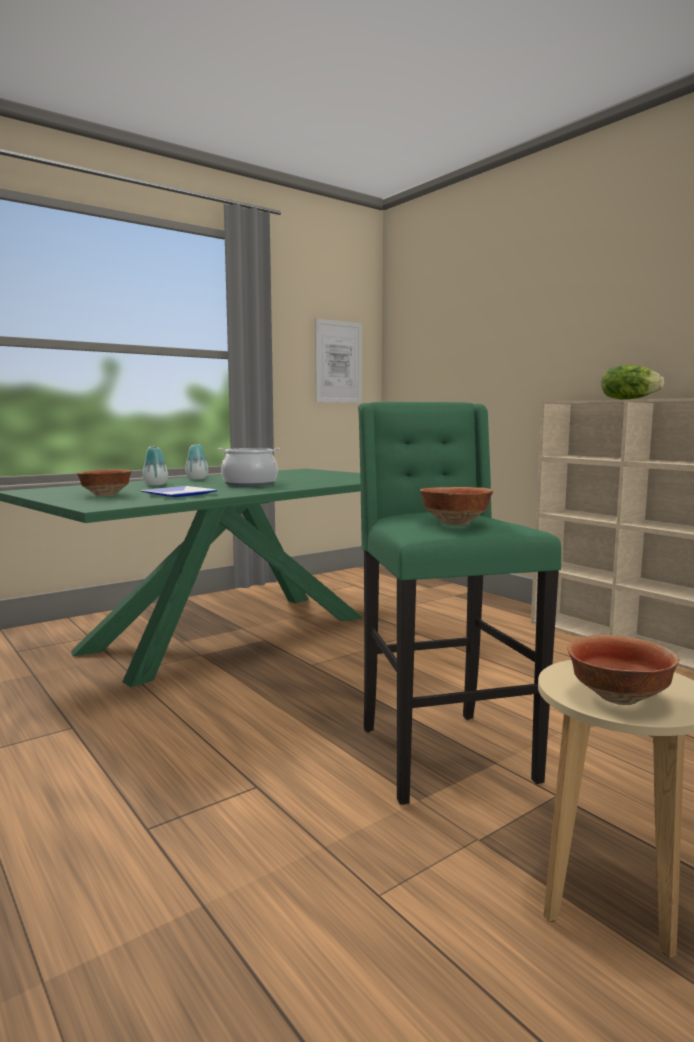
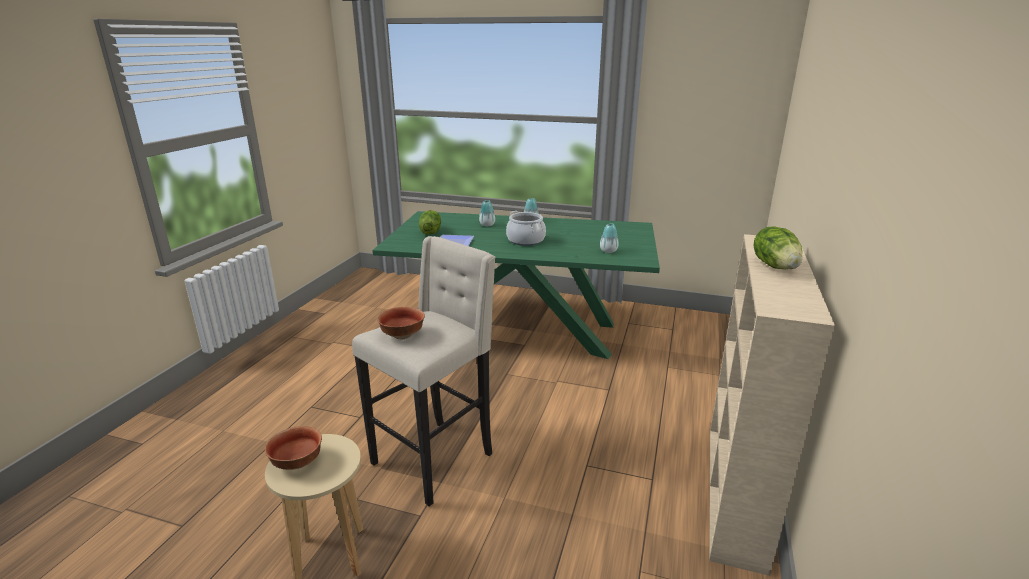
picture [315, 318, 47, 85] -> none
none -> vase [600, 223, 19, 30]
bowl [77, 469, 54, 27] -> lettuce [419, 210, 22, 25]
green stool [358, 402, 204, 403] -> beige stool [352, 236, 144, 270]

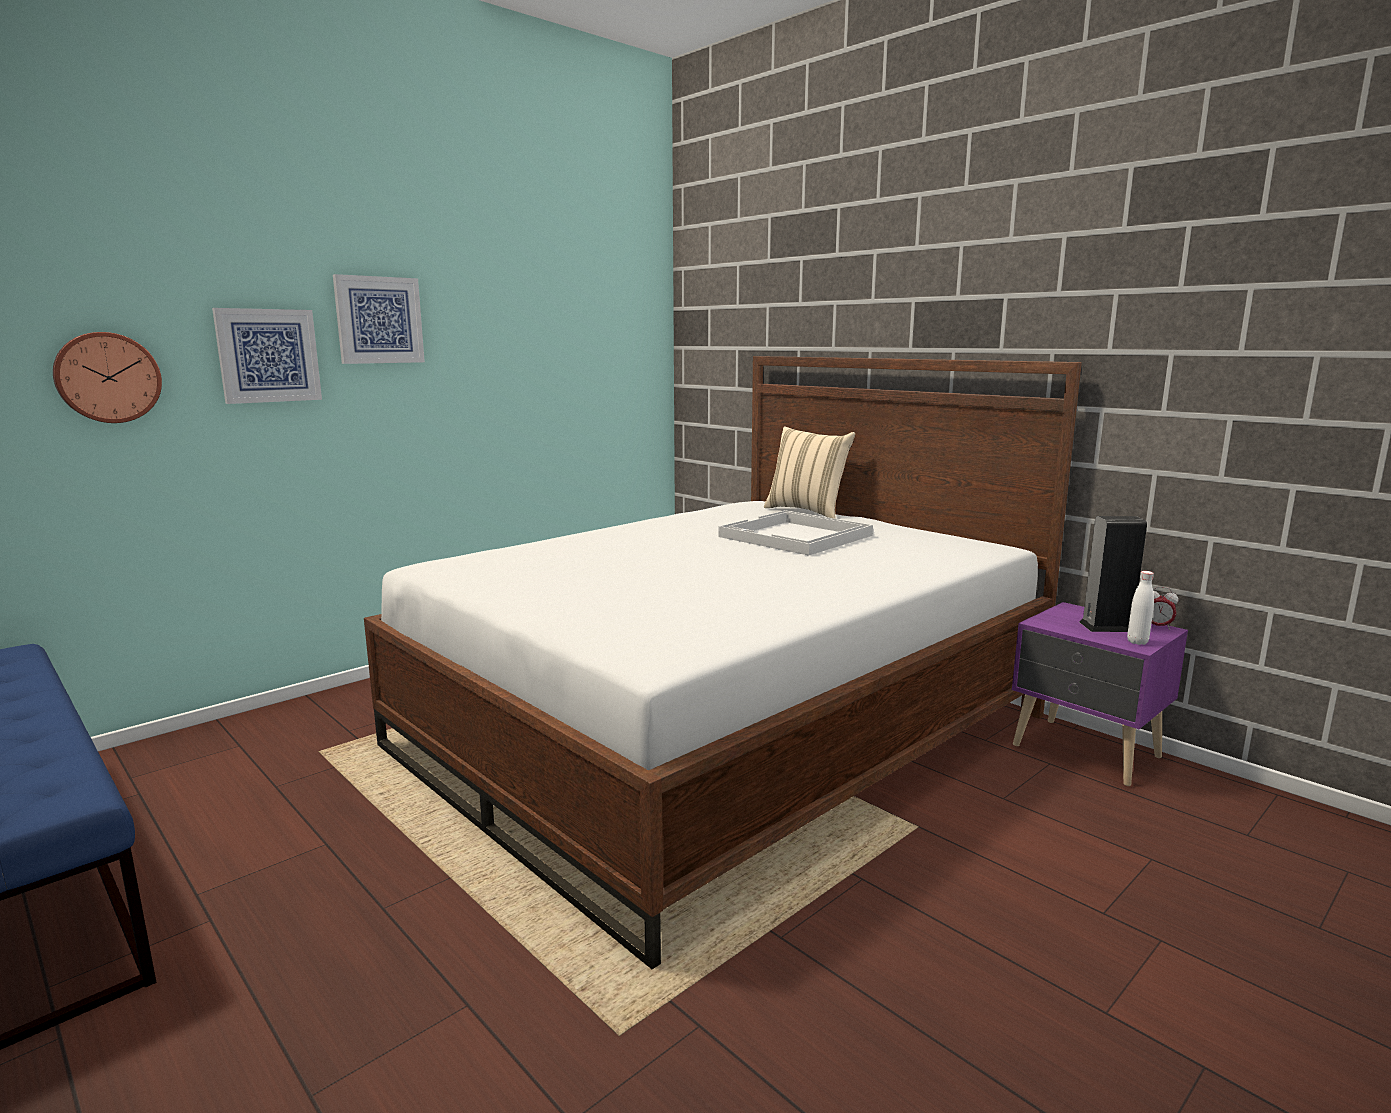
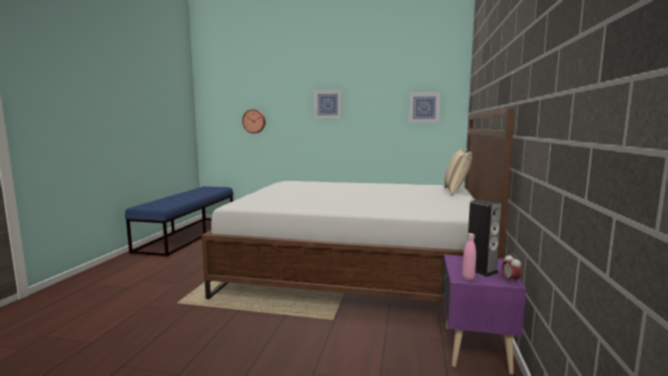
white tray [718, 510, 155, 46] -> none
picture [212, 308, 110, 96] -> picture [409, 92, 31, 31], relocated
white bottle [1127, 571, 27, 74] -> pink bottle [462, 233, 14, 47]

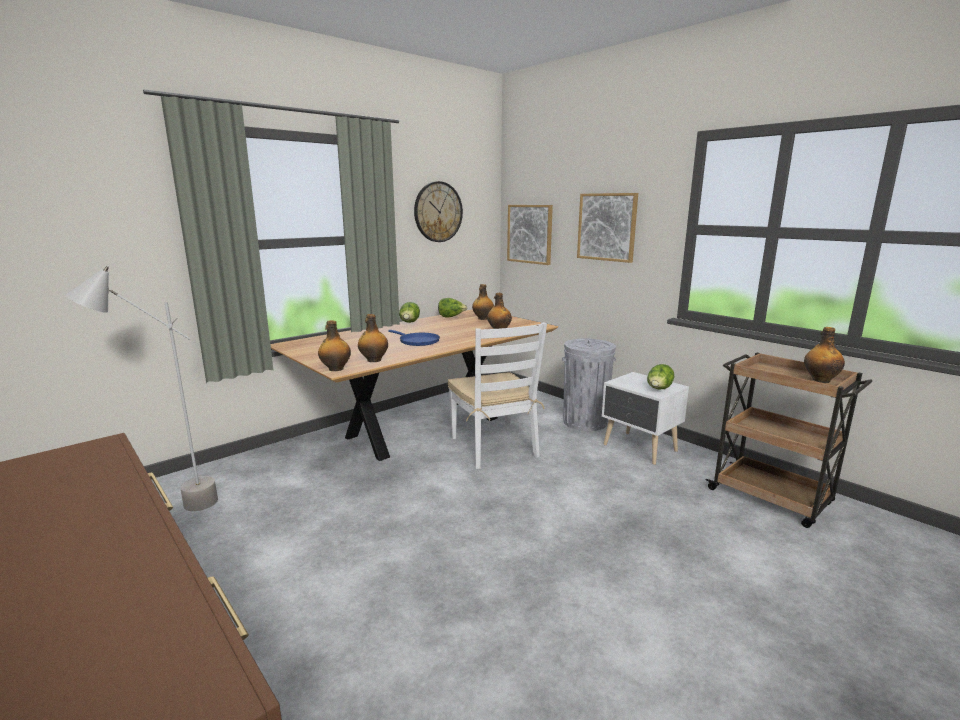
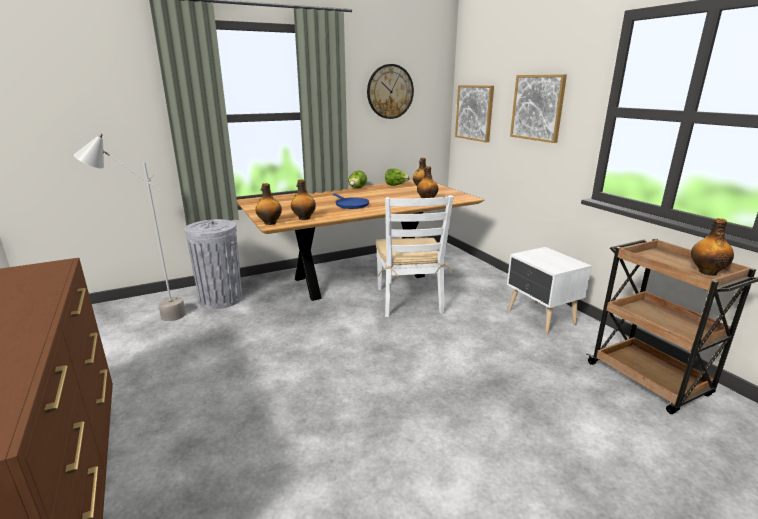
lettuce [647, 364, 27, 25] -> none
grey trash can [562, 339, 54, 92] -> grey trash can [184, 219, 58, 90], relocated

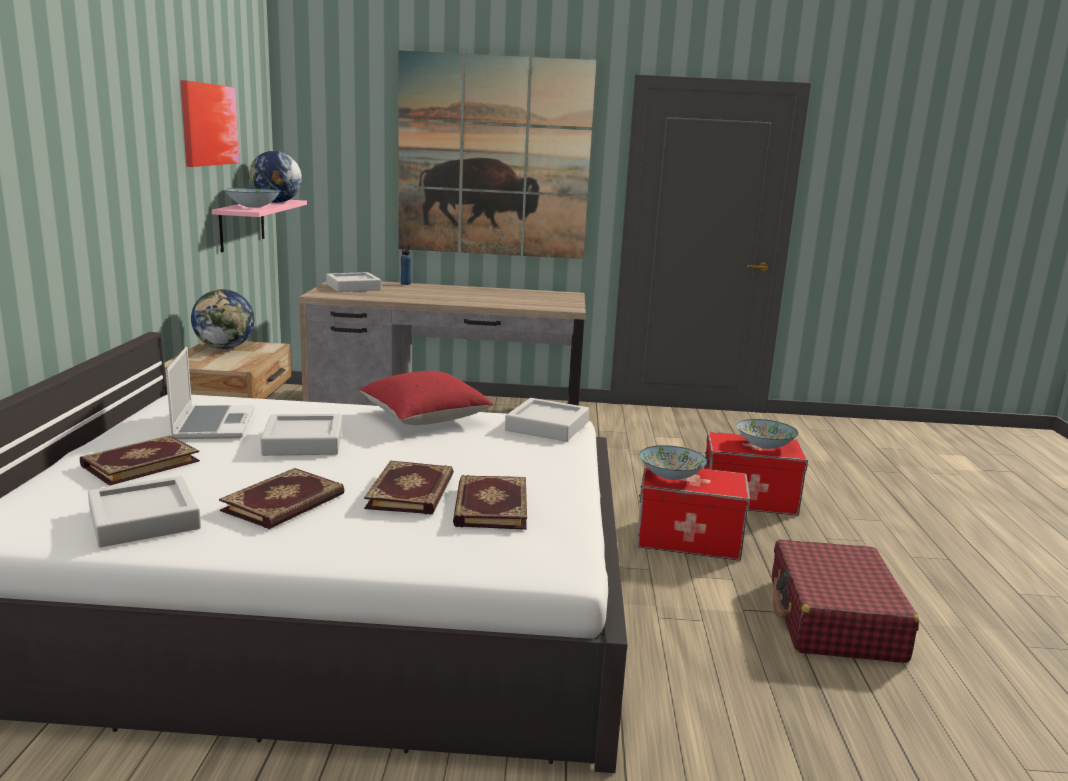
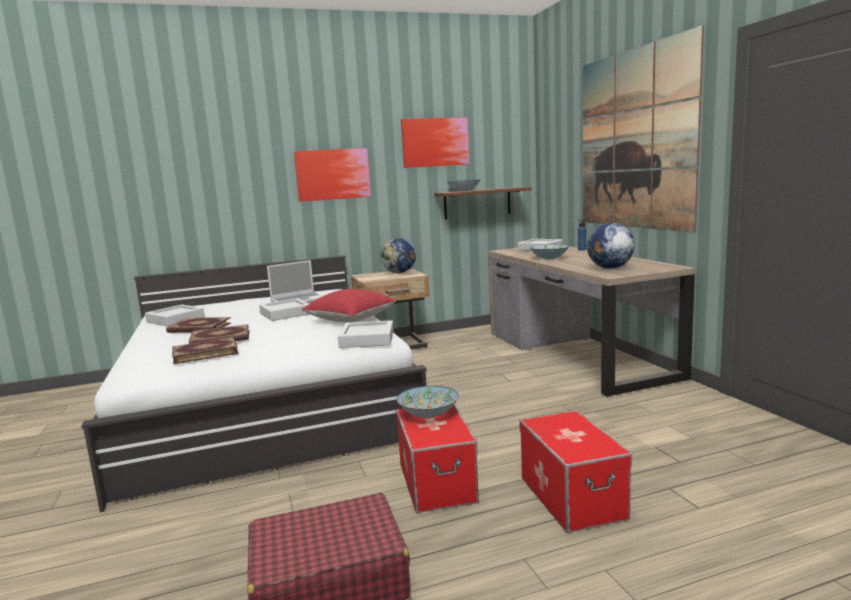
book [80, 435, 120, 51] -> none
none -> picture [294, 148, 77, 54]
globe [249, 151, 53, 52] -> globe [587, 223, 48, 45], relocated
bowl [737, 419, 61, 30] -> bowl [529, 244, 40, 15], relocated
pink shelf [212, 200, 95, 52] -> brown shelf [434, 187, 98, 32]

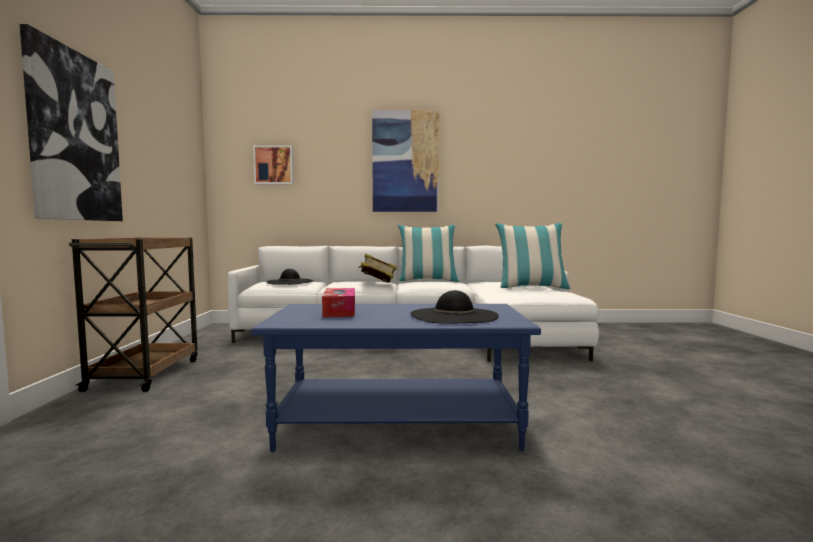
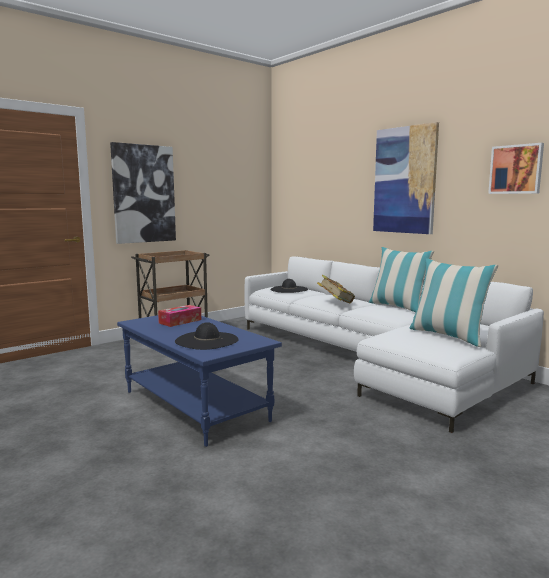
picture [253, 145, 41, 40] -> picture [488, 143, 56, 51], relocated

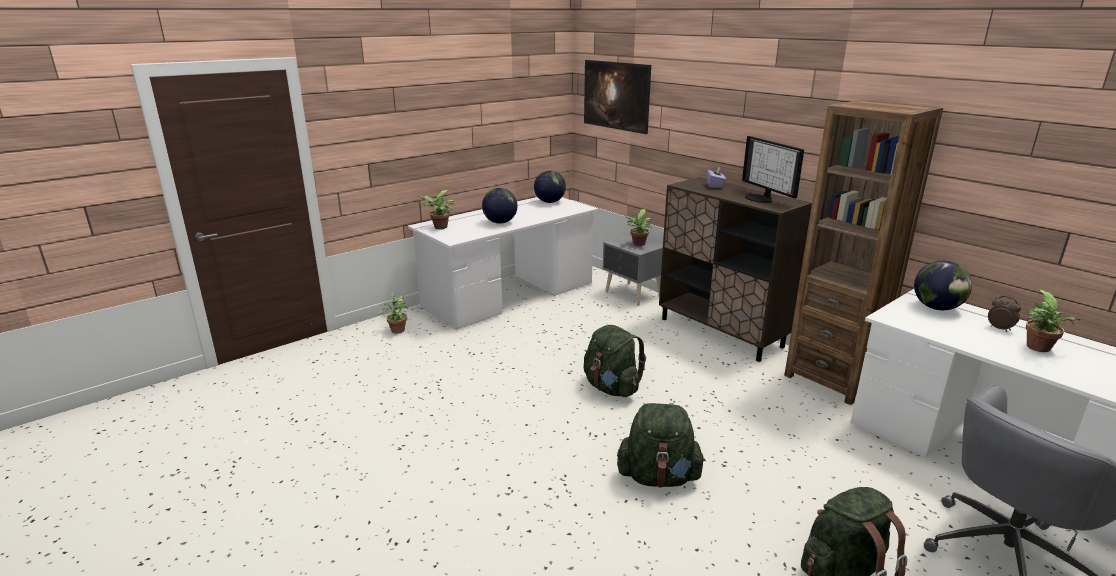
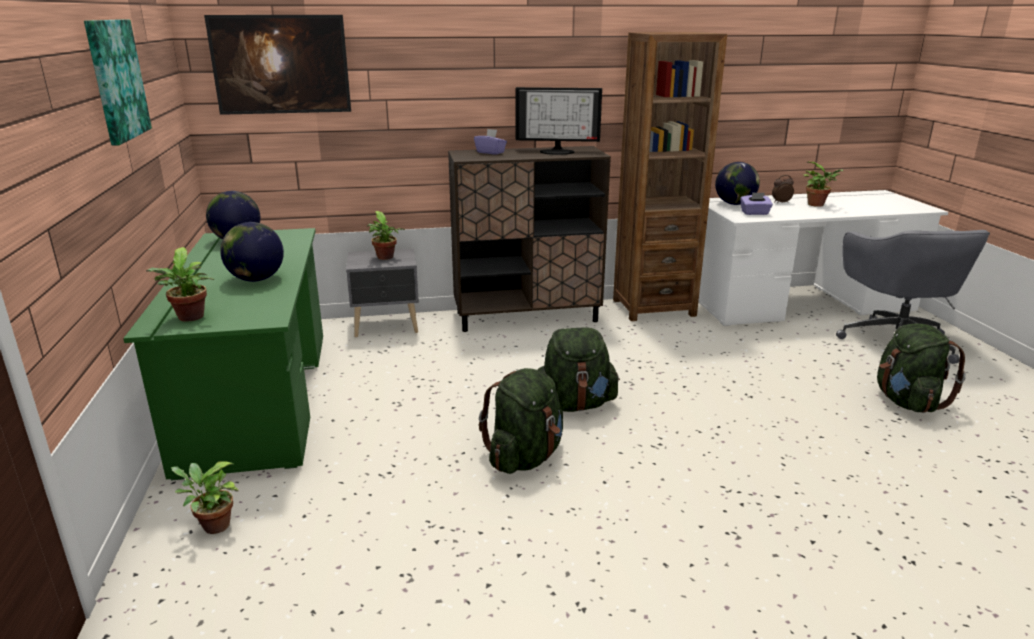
none -> picture [84, 19, 68, 127]
none -> purple tissue box [740, 192, 33, 23]
green backpack [617, 403, 89, 85] -> green backpack [479, 368, 84, 106], relocated
white desk [408, 197, 190, 133] -> green desk [123, 228, 200, 253]

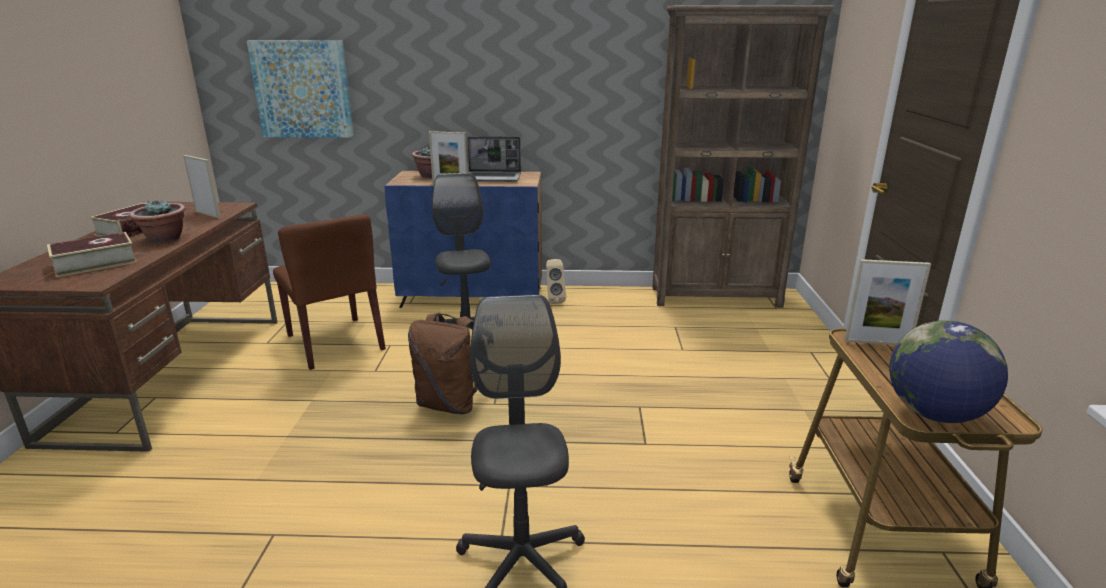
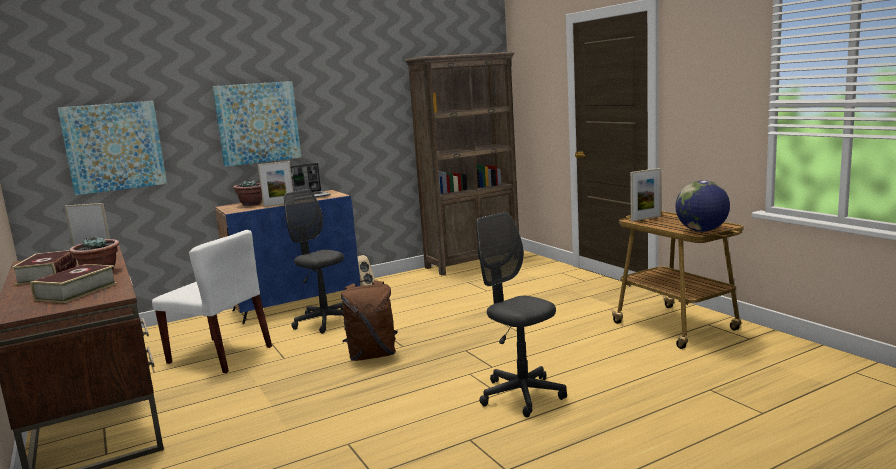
none -> picture [212, 81, 89, 86]
brown chair [273, 214, 113, 156] -> white chair [152, 230, 120, 143]

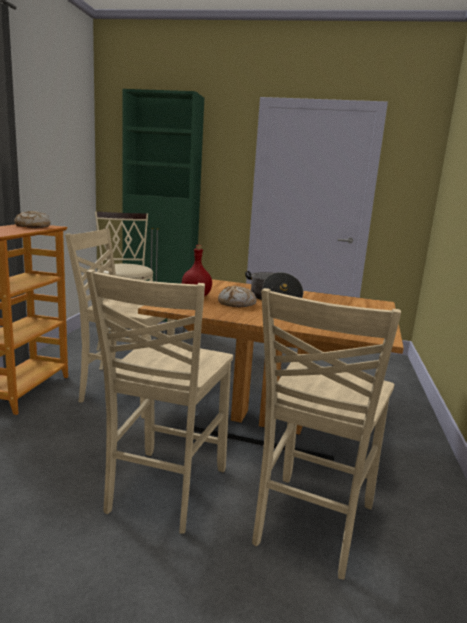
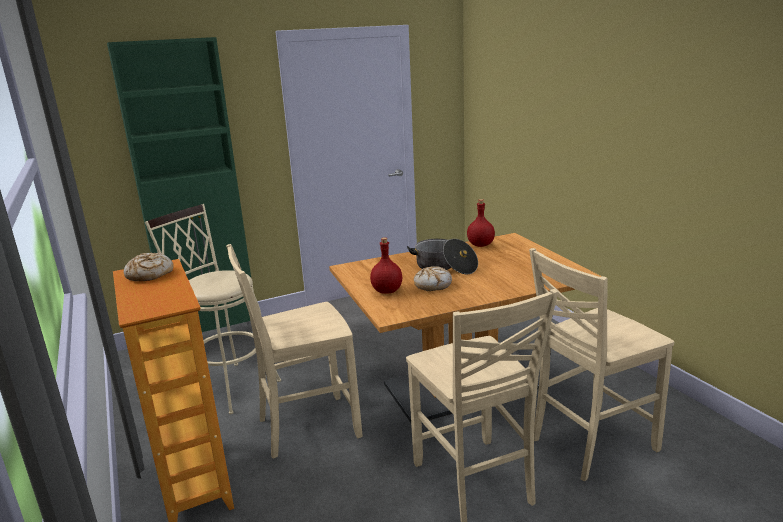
none -> red bottle [467, 199, 28, 48]
beige chair [252, 288, 149, 292] -> beige chair [529, 248, 145, 233], 75 degrees clockwise

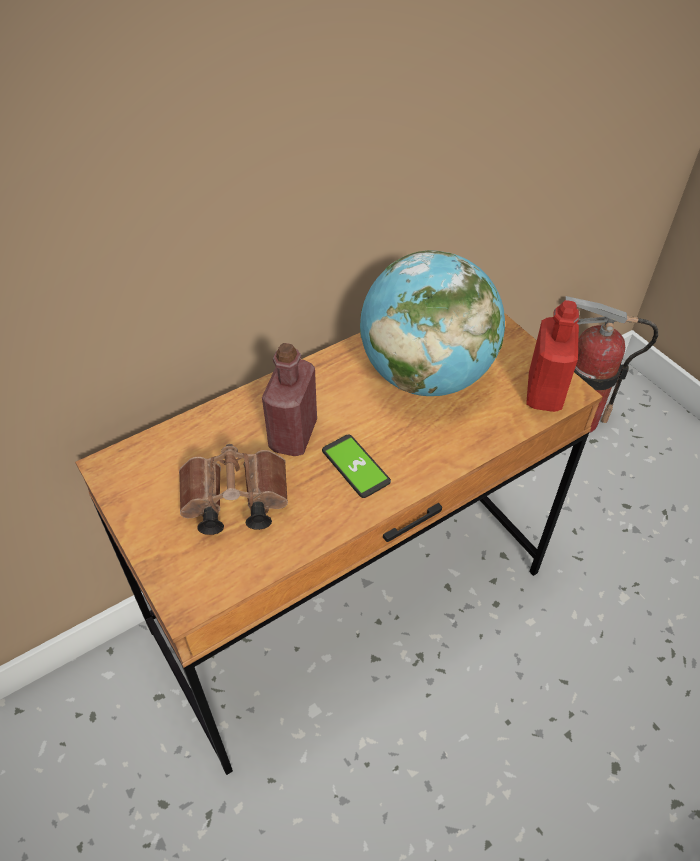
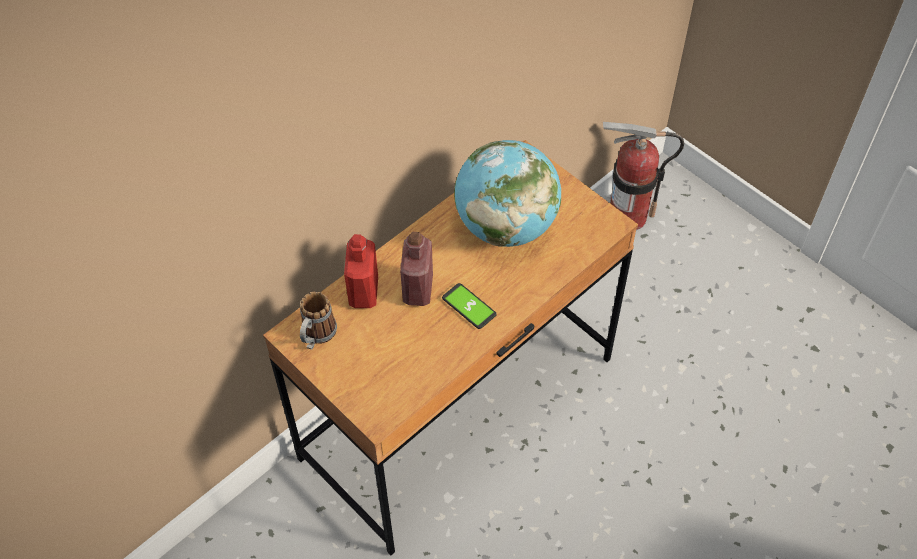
brown binoculars [179, 444, 109, 91] -> none
none -> mug [300, 292, 37, 57]
red bottle [526, 300, 53, 112] -> red bottle [344, 234, 34, 74], relocated

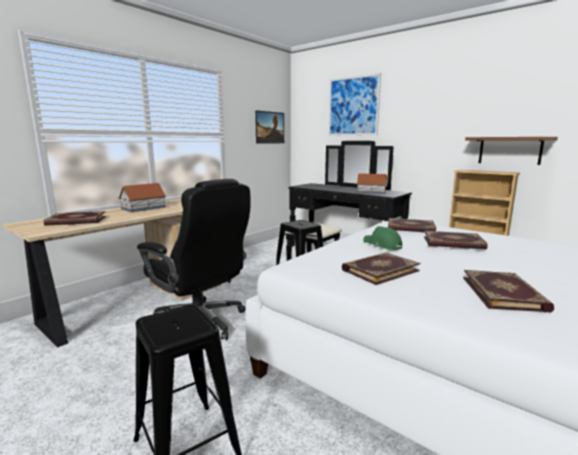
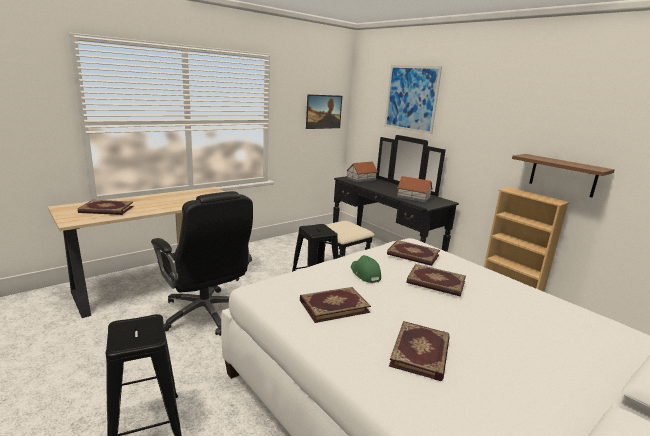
toy house [118, 183, 48, 29] -> toy house [346, 162, 32, 20], relocated

